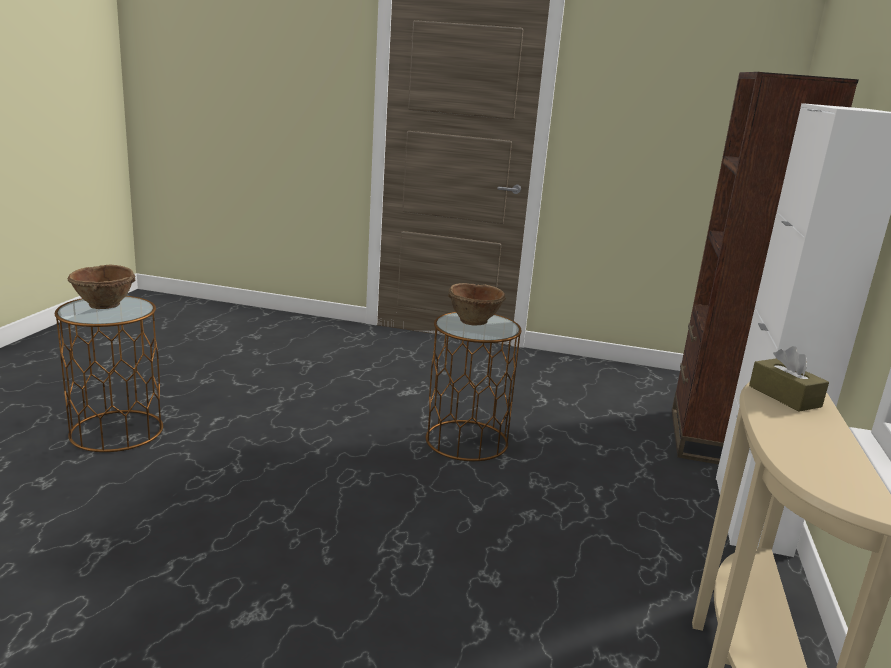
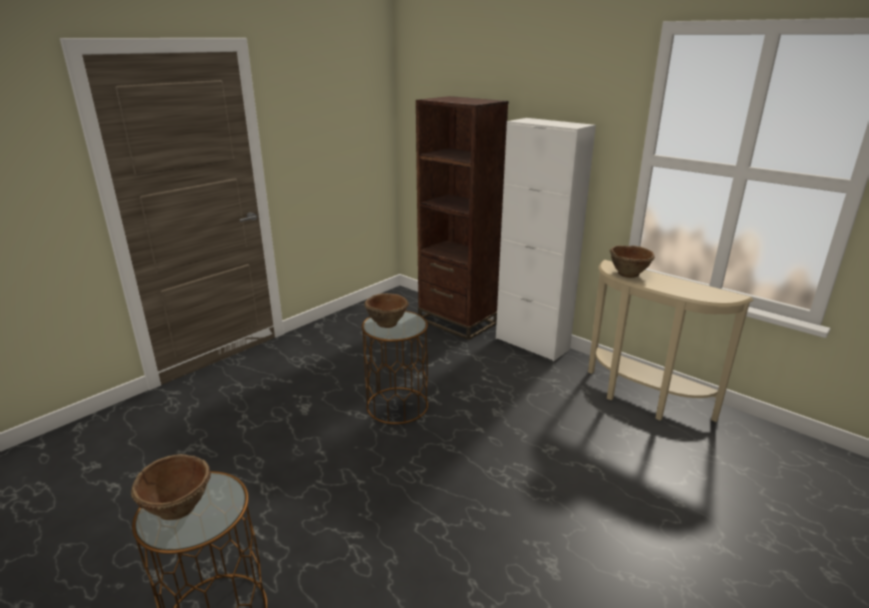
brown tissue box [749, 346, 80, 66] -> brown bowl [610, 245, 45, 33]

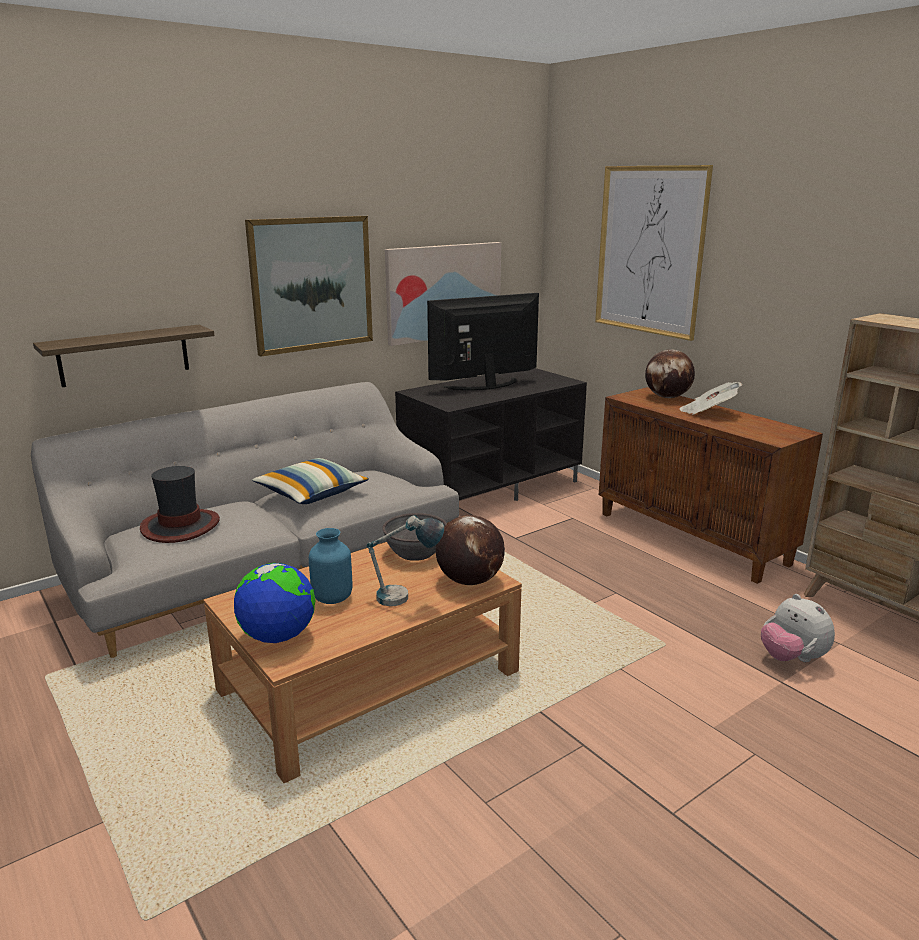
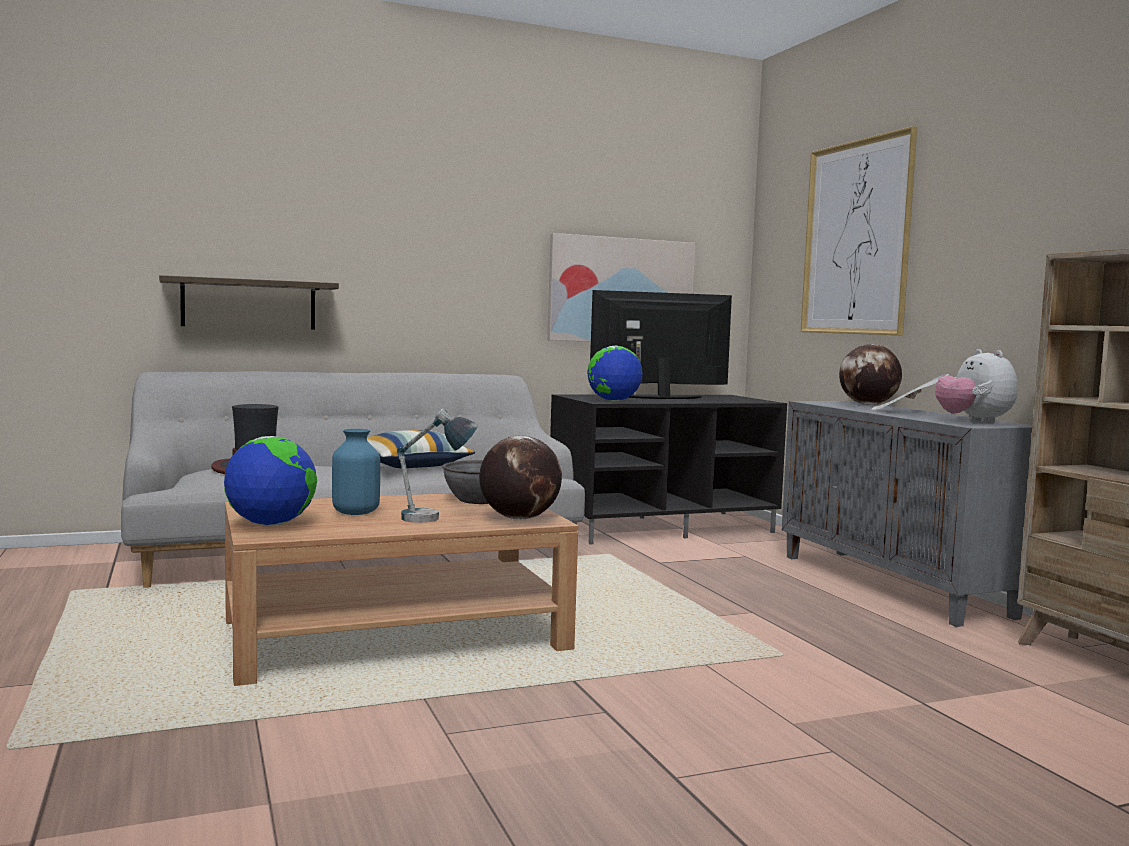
picture [245, 216, 128, 141] -> none
none -> globe [587, 346, 56, 55]
plush toy [761, 594, 74, 68] -> plush toy [935, 349, 83, 74], relocated
brown cabinet [599, 387, 224, 197] -> grey cabinet [782, 401, 250, 226]

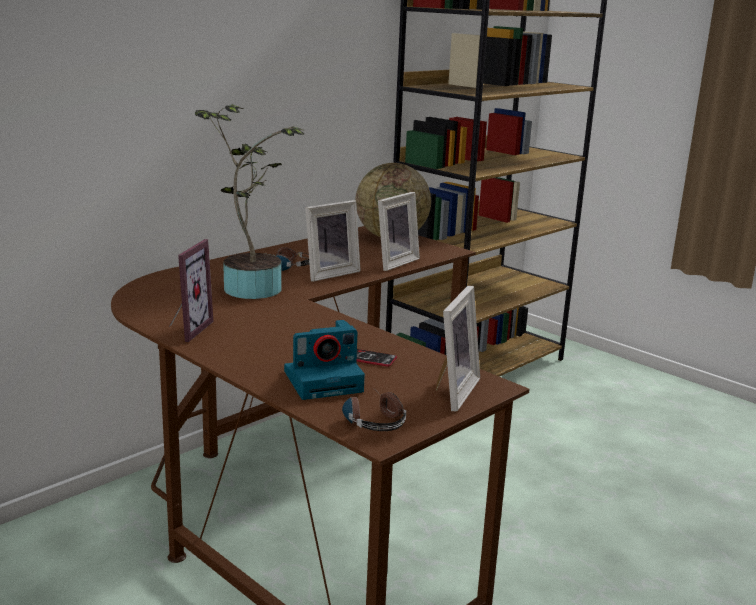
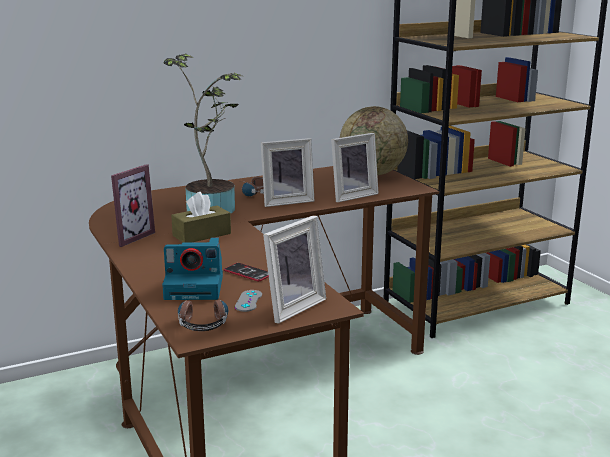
none -> brown tissue box [171, 192, 60, 51]
none -> grey game controller [235, 290, 27, 22]

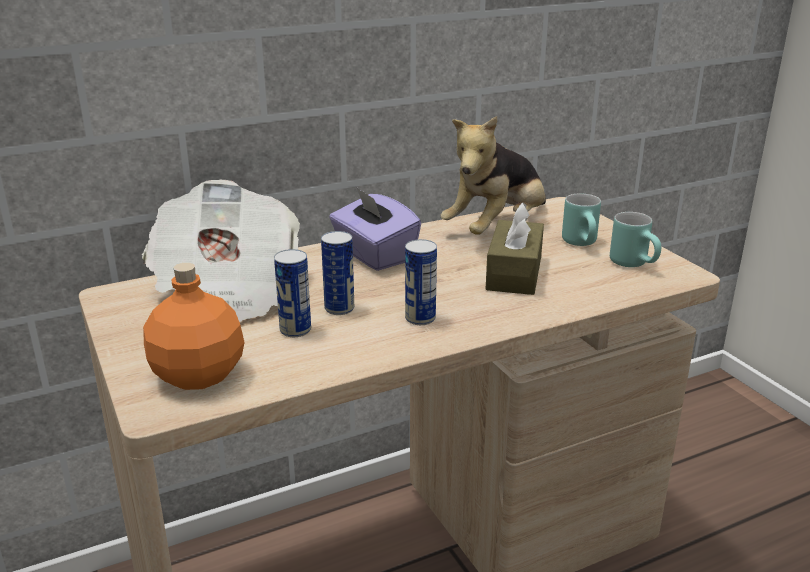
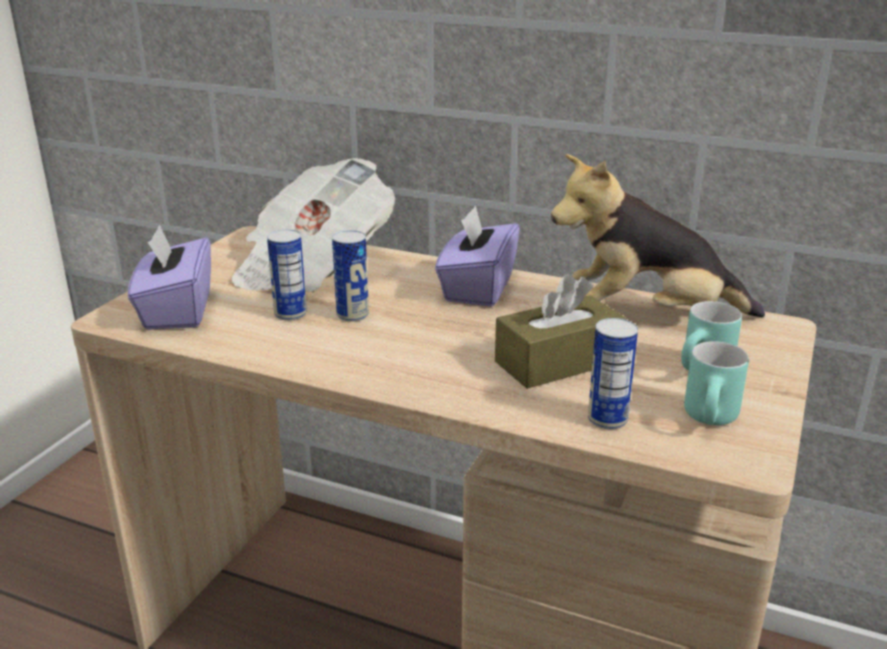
can [405, 239, 32, 86] -> can [588, 318, 50, 111], relocated
orange bottle [143, 263, 102, 127] -> purple tissue box [128, 225, 83, 105]

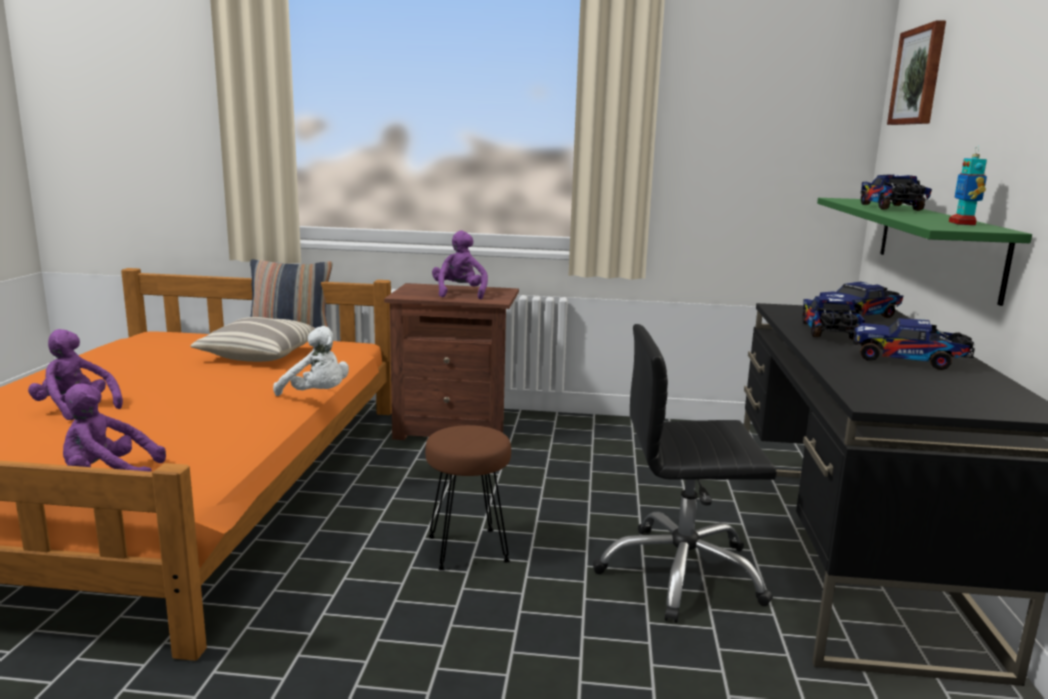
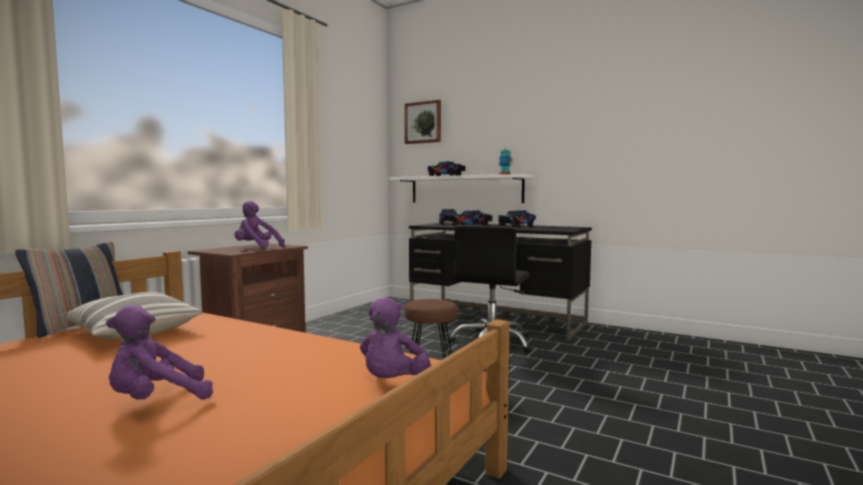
white plush toy [273, 326, 76, 70] -> none
green shelf [817, 198, 215, 108] -> white shelf [389, 174, 146, 29]

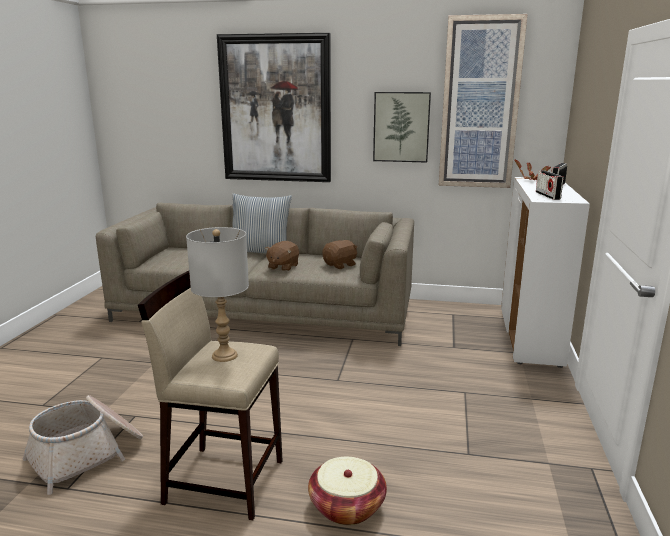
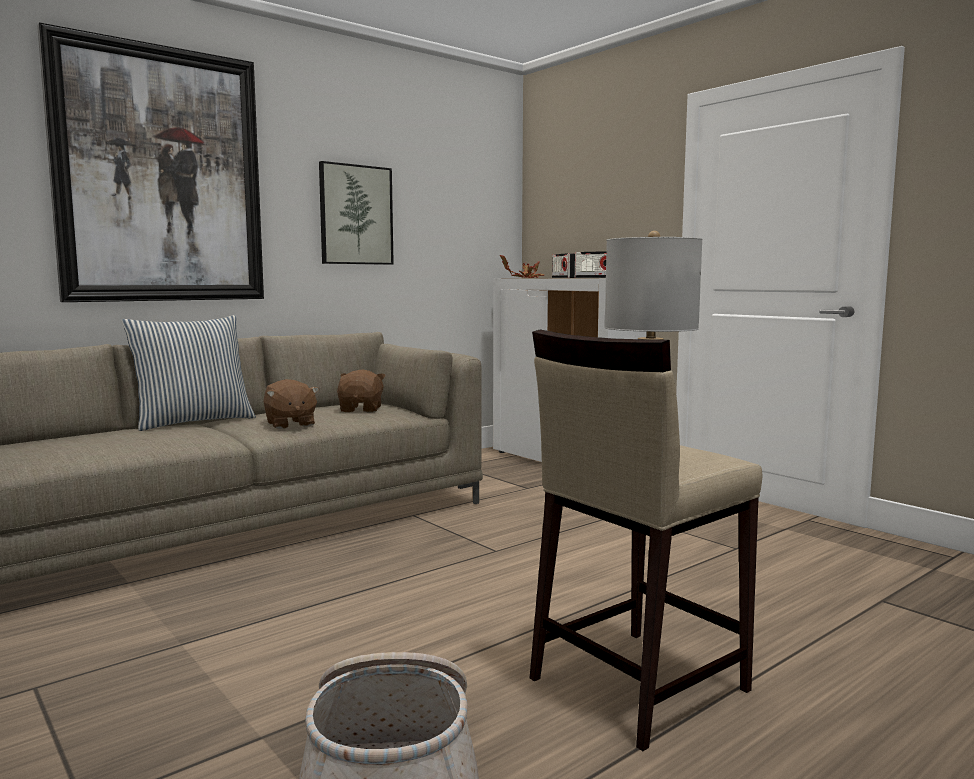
basket [308, 457, 79, 68] -> none
picture [439, 14, 89, 174] -> none

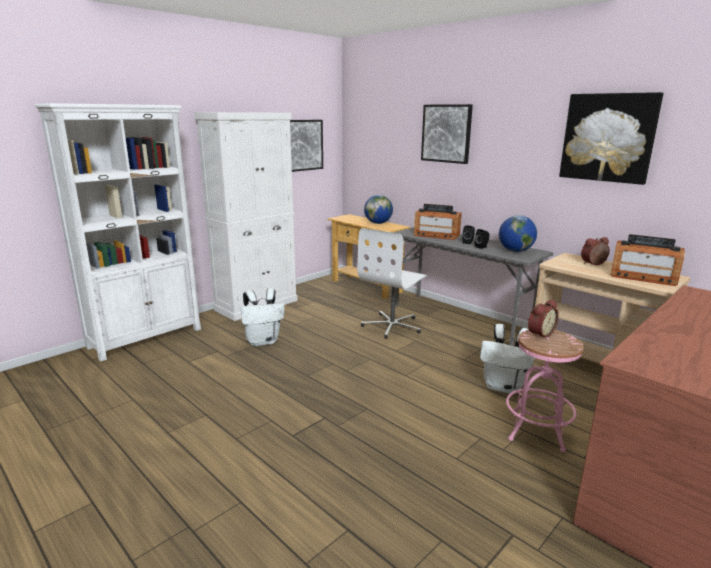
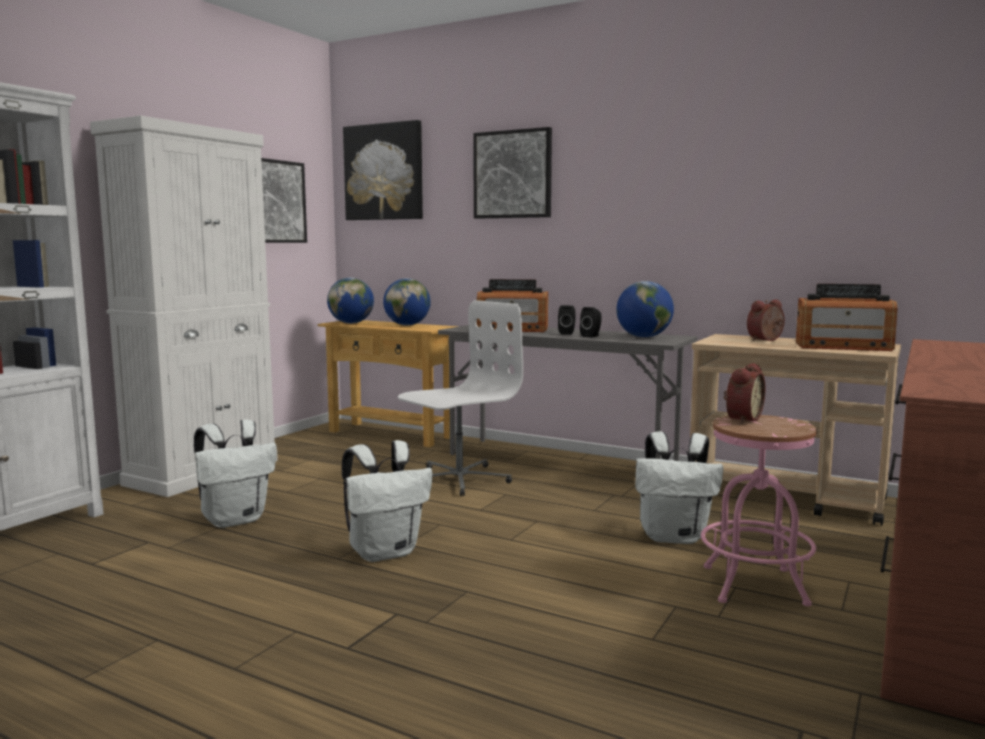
none -> globe [327, 277, 47, 47]
none -> white backpack [342, 440, 90, 122]
picture [559, 92, 105, 93] -> picture [343, 120, 80, 100], relocated
white office chair [357, 228, 70, 111] -> white office chair [398, 300, 125, 196], 150 degrees counterclockwise

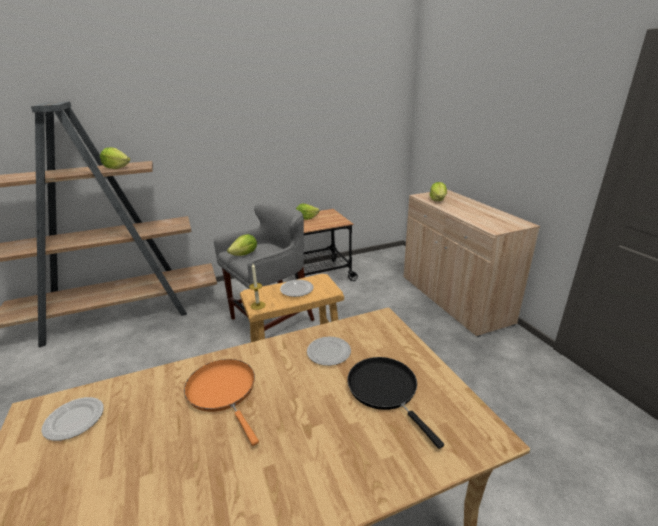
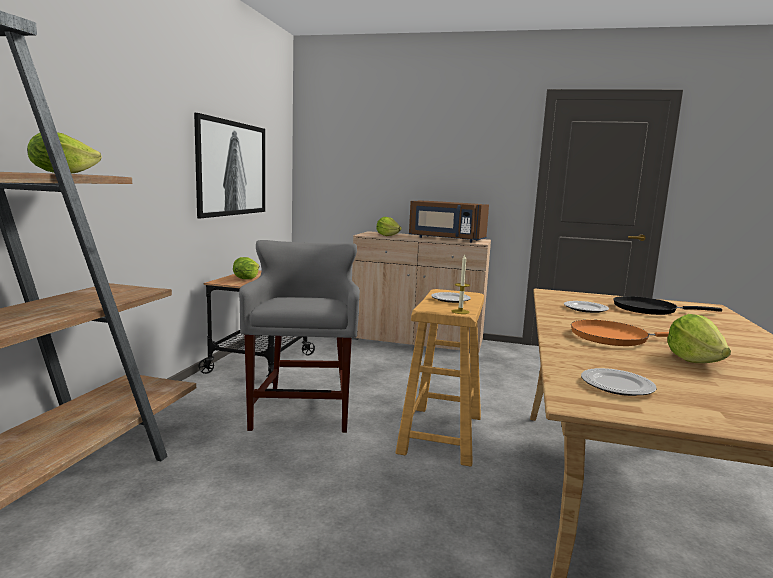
none -> picture [194, 113, 71, 105]
none -> brown microwave [409, 200, 80, 42]
lettuce [227, 234, 30, 22] -> lettuce [667, 314, 64, 49], relocated

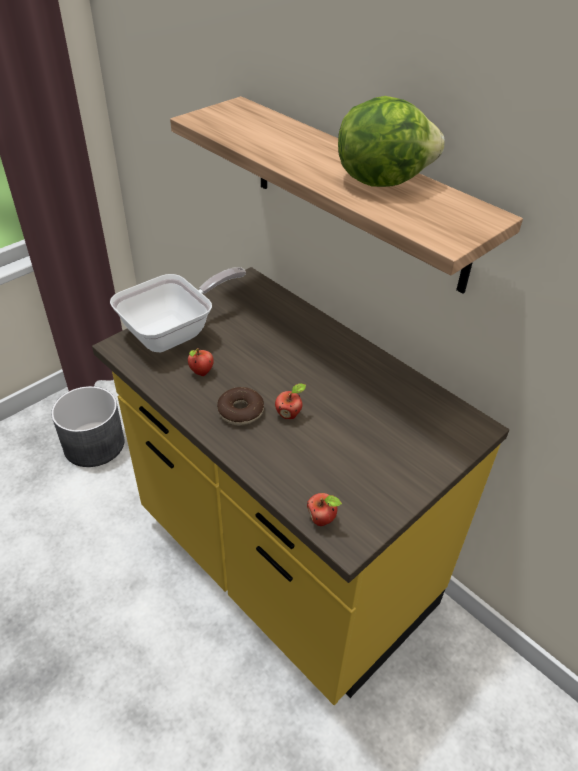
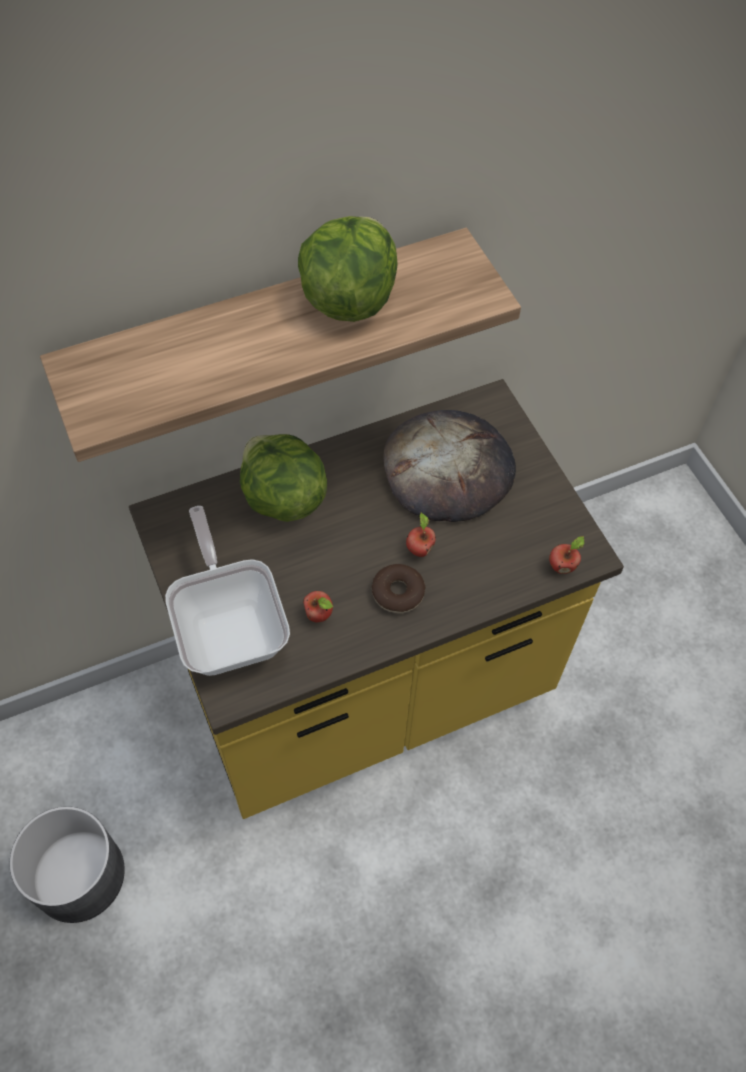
none -> lettuce [240, 434, 87, 88]
none -> bread [383, 410, 133, 112]

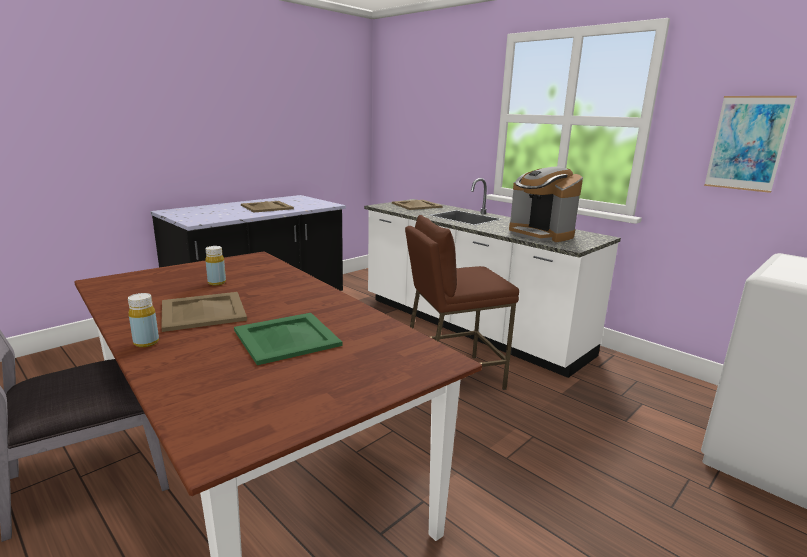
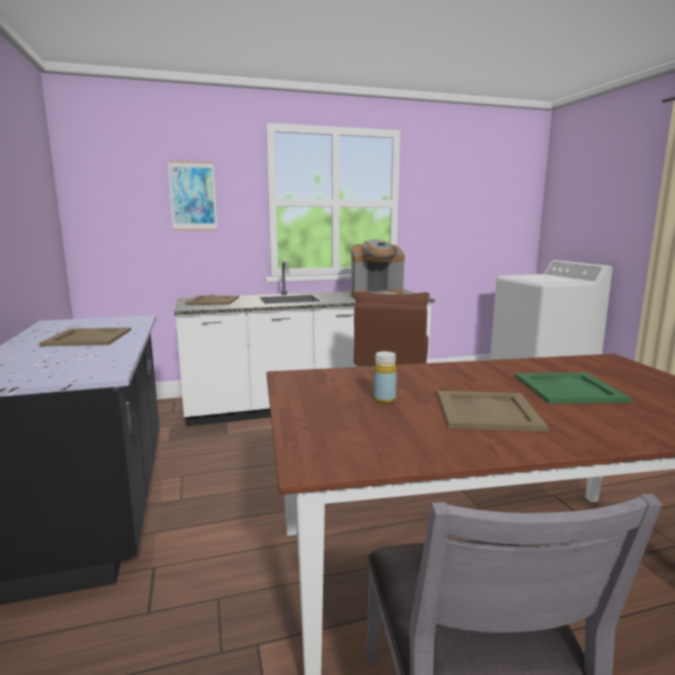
yellow bottle [128, 293, 31, 54] -> none
picture [704, 96, 93, 97] -> picture [168, 161, 49, 69], relocated

